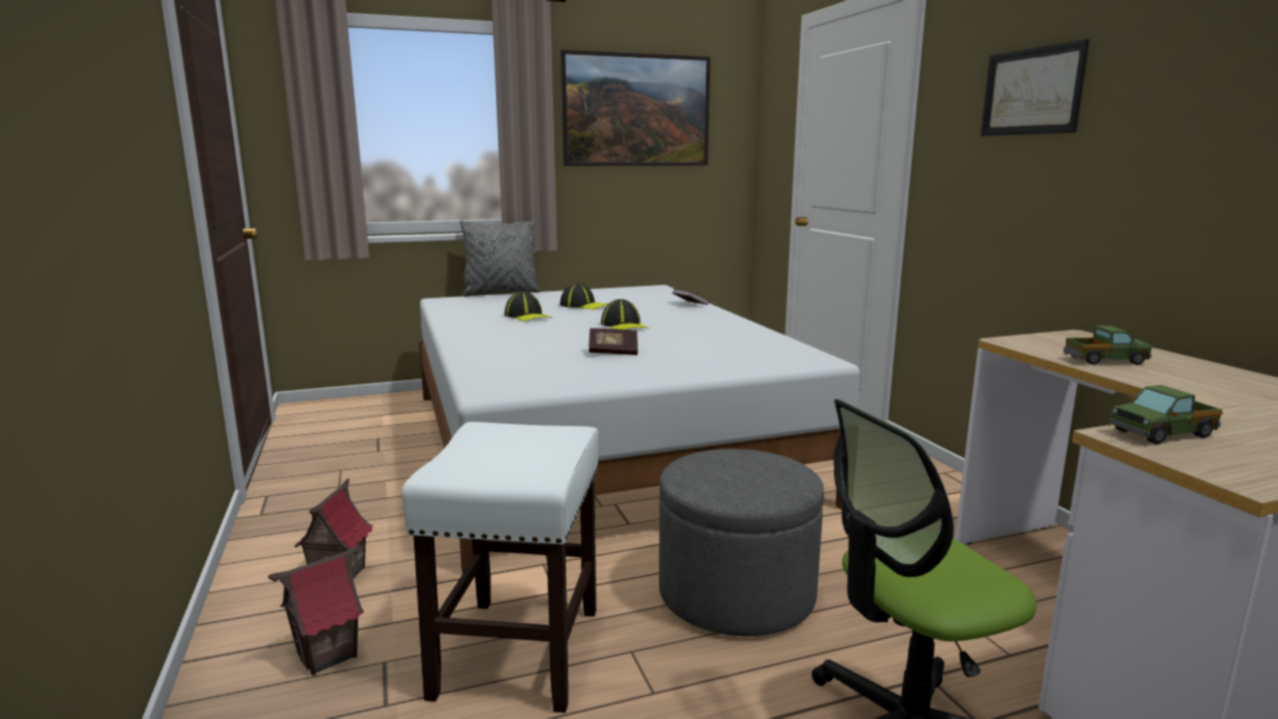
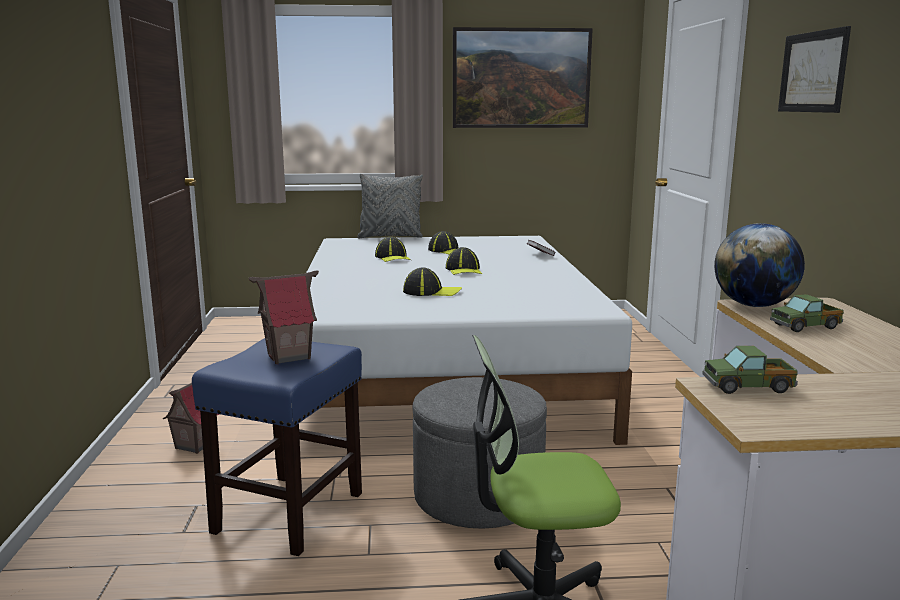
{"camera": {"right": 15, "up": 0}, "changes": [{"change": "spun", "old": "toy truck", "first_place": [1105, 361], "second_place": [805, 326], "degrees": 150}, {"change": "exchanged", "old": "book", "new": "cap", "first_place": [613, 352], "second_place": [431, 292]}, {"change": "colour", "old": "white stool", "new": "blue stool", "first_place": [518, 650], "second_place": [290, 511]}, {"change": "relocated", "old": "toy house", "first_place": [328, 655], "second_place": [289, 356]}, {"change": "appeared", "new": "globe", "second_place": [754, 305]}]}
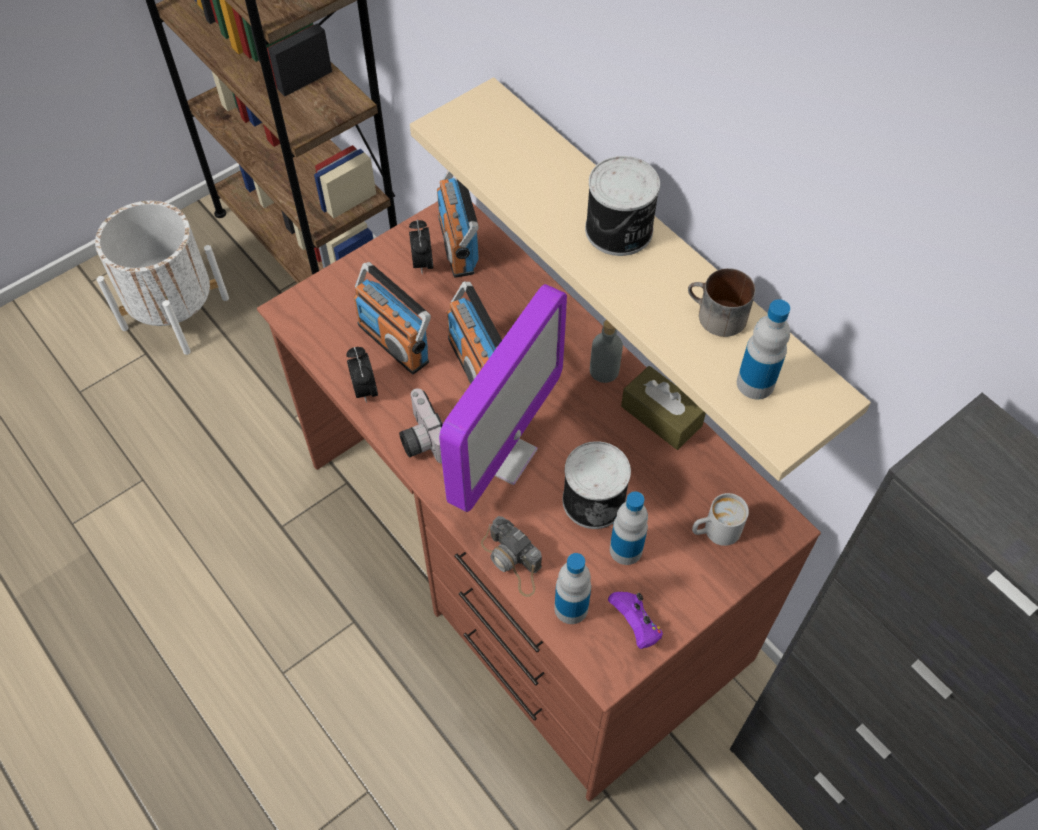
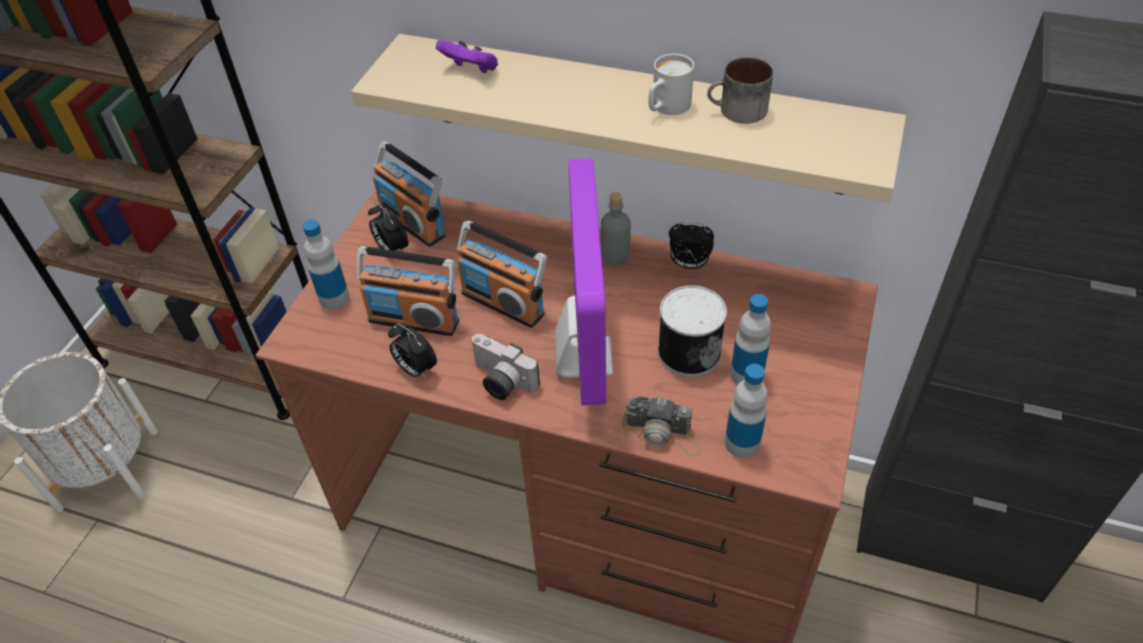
{"camera": {"right": -30, "up": -10}, "changes": [{"change": "missing", "old": "can", "first_place": [620, 231]}, {"change": "relocated", "old": "bottle", "first_place": [755, 383], "second_place": [334, 298]}, {"change": "exchanged", "old": "brown tissue box", "new": "alarm clock", "first_place": [661, 416], "second_place": [688, 265]}, {"change": "relocated", "old": "white mug", "first_place": [714, 531], "second_place": [666, 108]}, {"change": "relocated", "old": "purple game controller", "first_place": [635, 625], "second_place": [471, 70]}]}
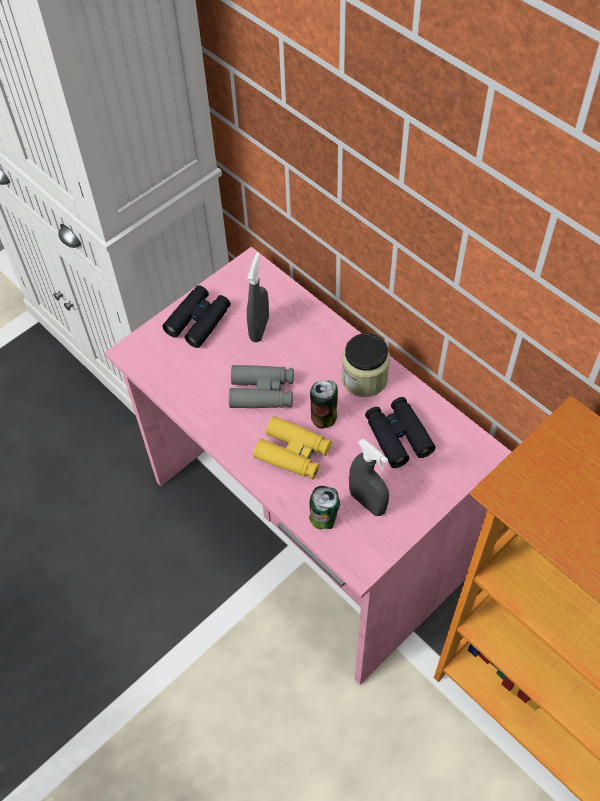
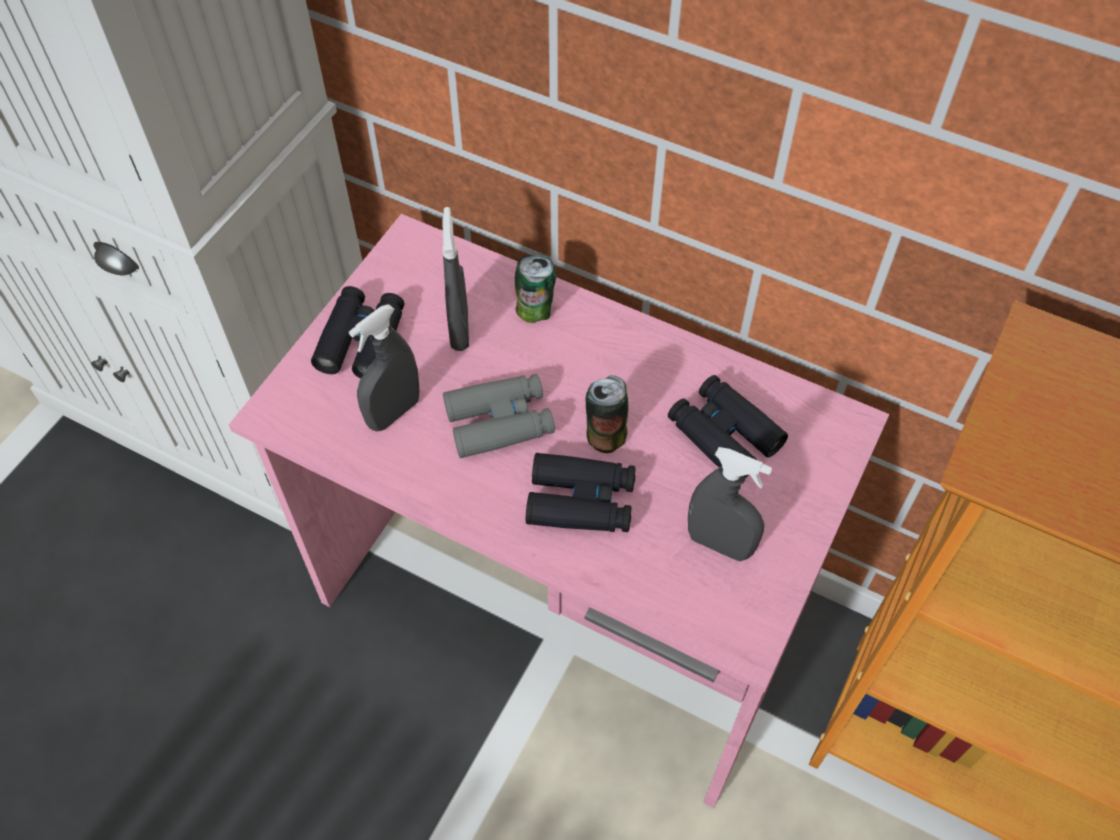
{"camera": {"right": -20, "up": 0}, "changes": [{"change": "missing", "old": "jar", "first_place": [364, 378]}, {"change": "colour", "old": "yellow binoculars", "new": "black binoculars", "first_place": [293, 453], "second_place": [581, 501]}, {"change": "relocated", "old": "can", "first_place": [323, 520], "second_place": [535, 312]}, {"change": "appeared", "new": "grey spray bottle", "second_place": [394, 413]}]}
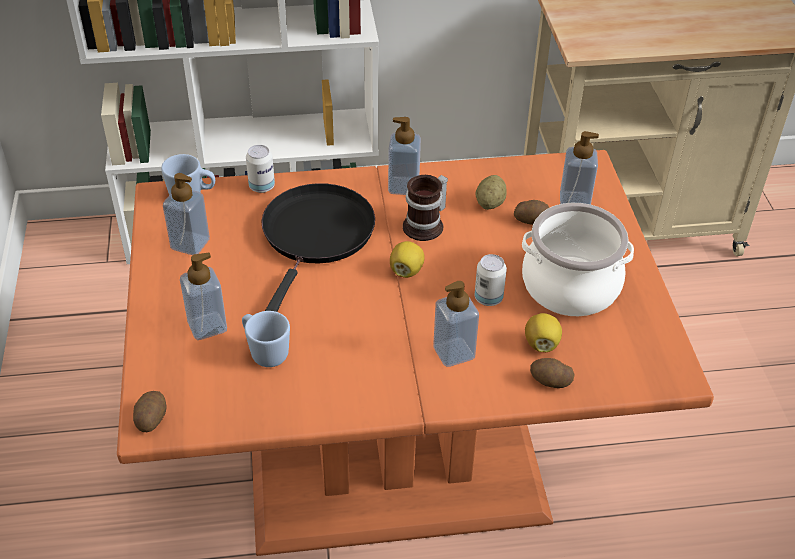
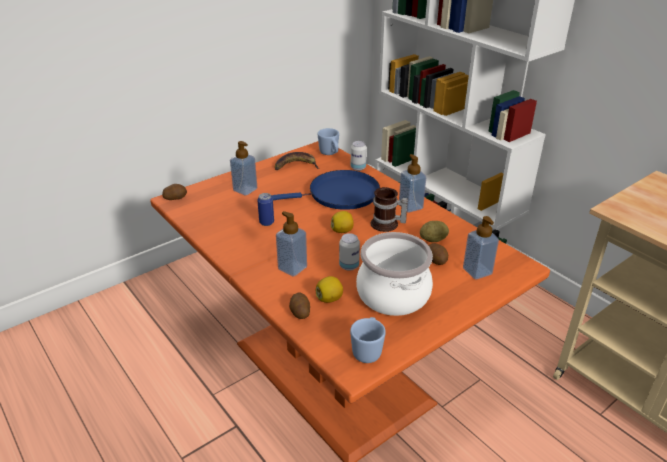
{"camera": {"right": 60, "up": -10}, "changes": [{"change": "exchanged", "old": "soap dispenser", "new": "banana", "first_place": [190, 244], "second_place": [296, 165]}, {"change": "colour", "old": "black frying pan", "new": "blue frying pan", "first_place": [316, 236], "second_place": [339, 195]}, {"change": "relocated", "old": "blue mug", "first_place": [265, 352], "second_place": [368, 350]}, {"change": "appeared", "new": "can", "second_place": [266, 222]}]}
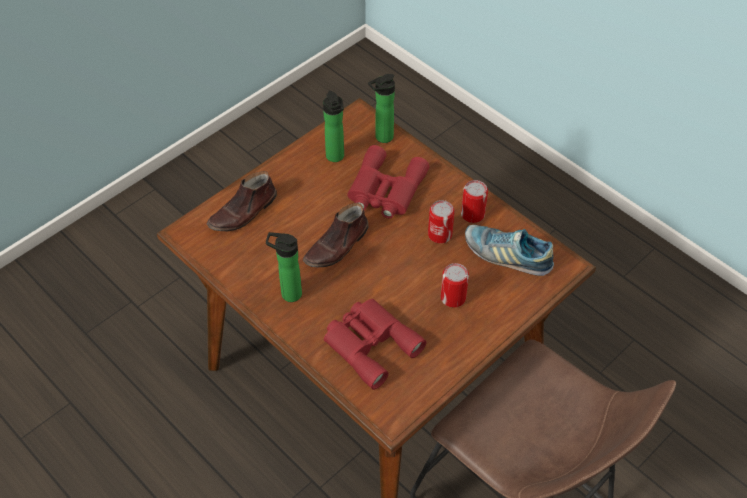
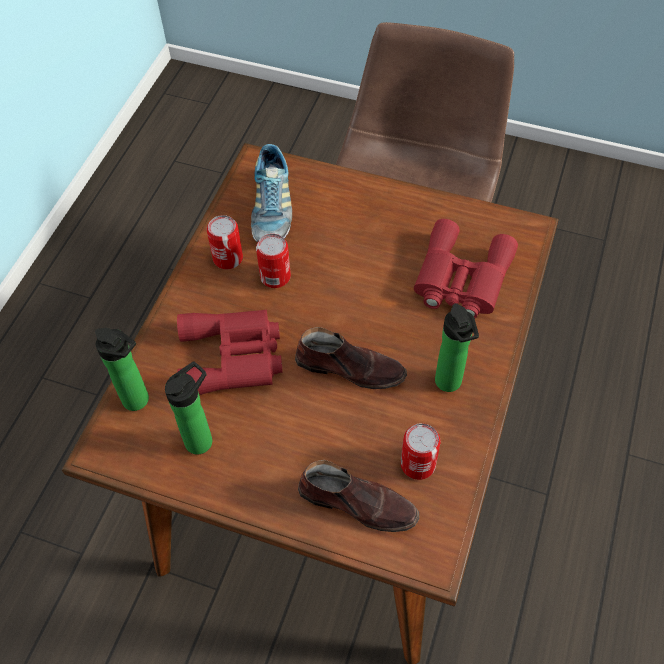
{"camera": {"right": -115, "up": 5}, "changes": [{"change": "relocated", "old": "can", "first_place": [453, 297], "second_place": [418, 464]}]}
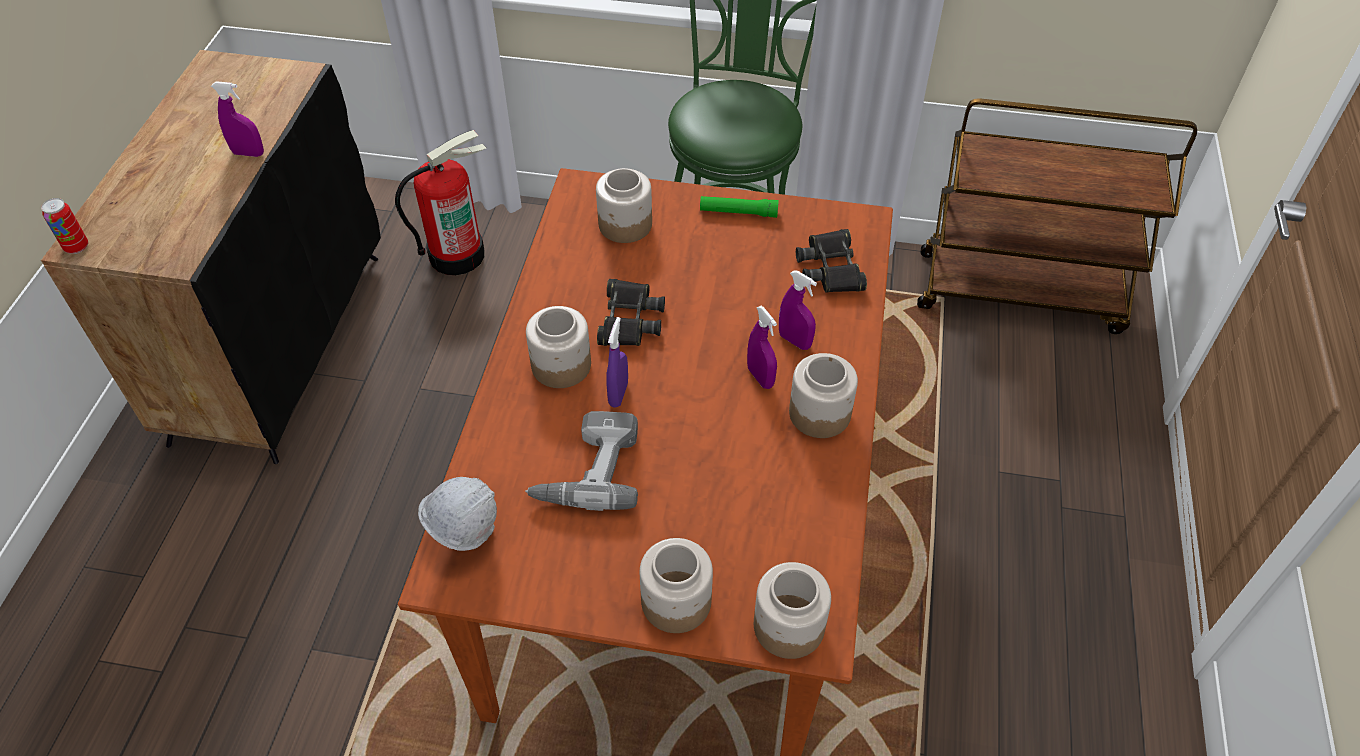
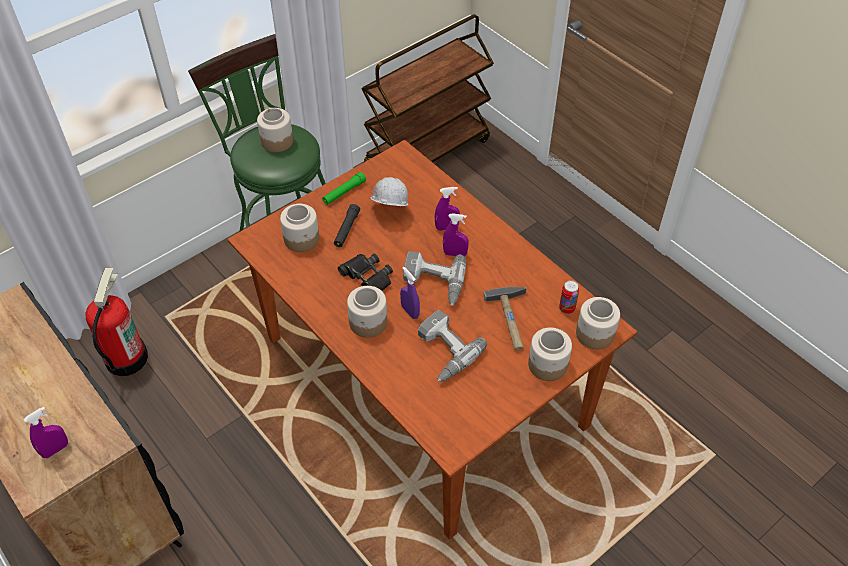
{"camera": {"right": -50, "up": 0}, "changes": [{"change": "relocated", "old": "purple spray bottle", "first_place": [248, 153], "second_place": [55, 450]}, {"change": "relocated", "old": "can", "first_place": [76, 247], "second_place": [566, 309]}, {"change": "missing", "old": "black binoculars", "first_place": [831, 268]}, {"change": "relocated", "old": "jar", "first_place": [819, 413], "second_place": [277, 141]}, {"change": "relocated", "old": "white hard hat", "first_place": [464, 535], "second_place": [388, 212]}, {"change": "appeared", "new": "black flashlight", "second_place": [346, 229]}, {"change": "appeared", "new": "power drill", "second_place": [433, 283]}, {"change": "appeared", "new": "hammer", "second_place": [512, 320]}]}
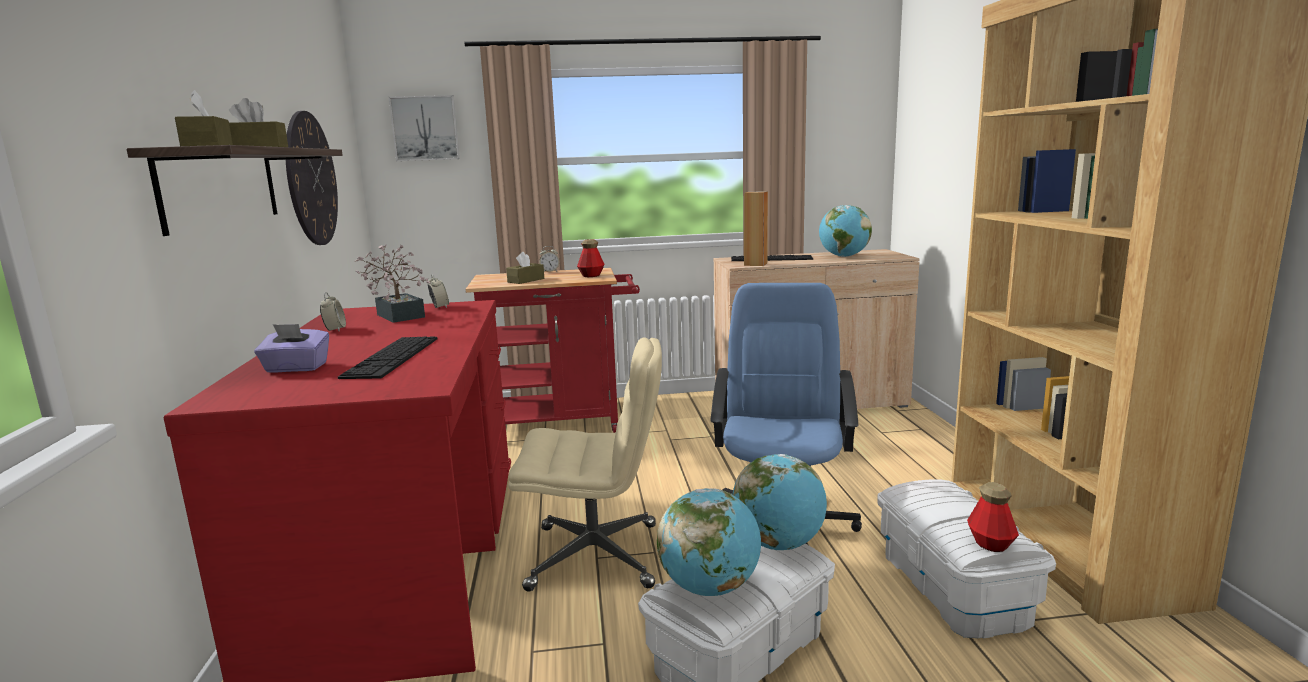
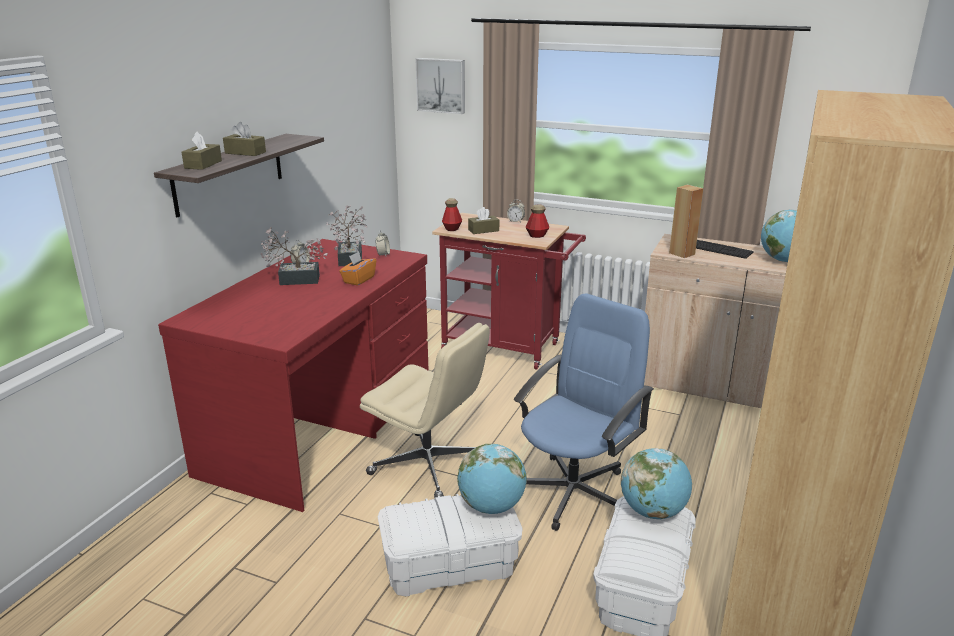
{"camera": {"right": 30, "up": 10}, "changes": [{"change": "missing", "old": "wall clock", "first_place": [311, 179]}, {"change": "missing", "old": "purple tissue box", "first_place": [296, 368]}, {"change": "missing", "old": "keyboard", "first_place": [392, 357]}, {"change": "relocated", "old": "bottle", "first_place": [990, 544], "second_place": [452, 229]}, {"change": "relocated", "old": "globe", "first_place": [710, 587], "second_place": [653, 512]}, {"change": "appeared", "new": "potted plant", "second_place": [294, 279]}, {"change": "appeared", "new": "orange tissue box", "second_place": [358, 280]}]}
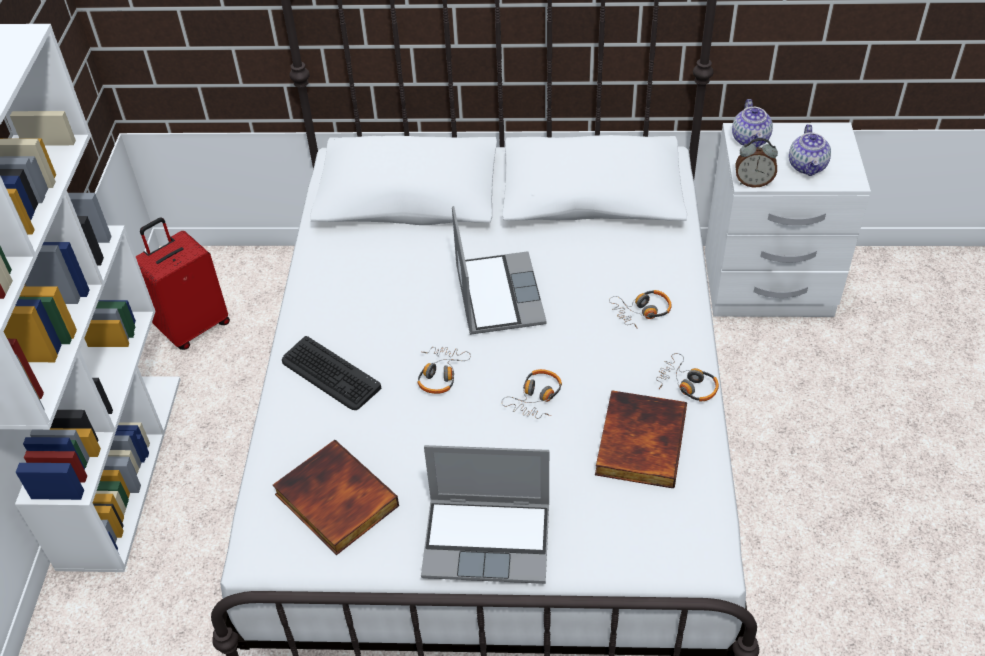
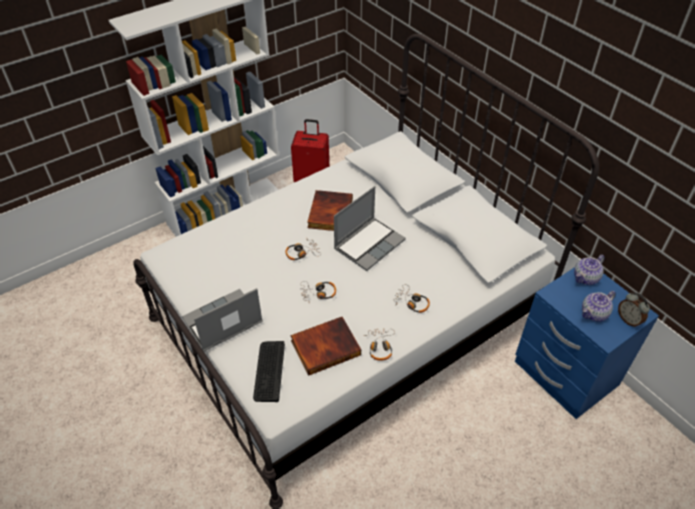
{"camera": {"right": 50, "up": 0}, "changes": [{"change": "colour", "old": "white nightstand", "new": "blue nightstand", "first_place": [767, 285], "second_place": [564, 374]}, {"change": "relocated", "old": "alarm clock", "first_place": [753, 182], "second_place": [628, 320]}, {"change": "relocated", "old": "keyboard", "first_place": [330, 374], "second_place": [269, 371]}, {"change": "relocated", "old": "book", "first_place": [334, 501], "second_place": [329, 213]}, {"change": "spun", "old": "laptop", "first_place": [489, 540], "second_place": [222, 322], "degrees": 90}]}
